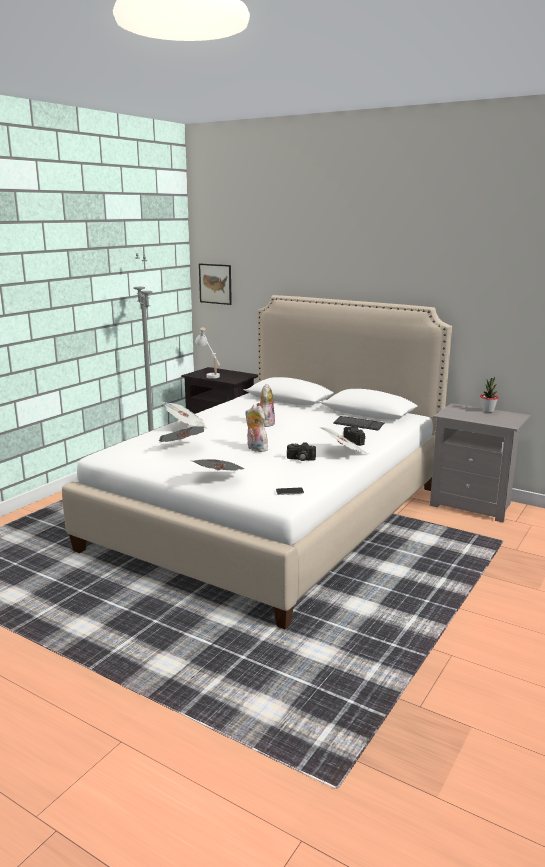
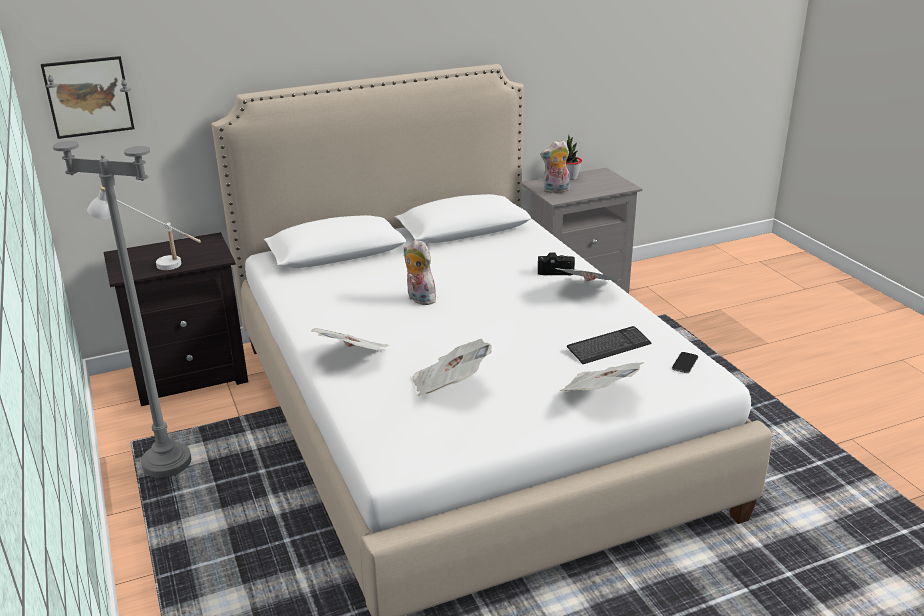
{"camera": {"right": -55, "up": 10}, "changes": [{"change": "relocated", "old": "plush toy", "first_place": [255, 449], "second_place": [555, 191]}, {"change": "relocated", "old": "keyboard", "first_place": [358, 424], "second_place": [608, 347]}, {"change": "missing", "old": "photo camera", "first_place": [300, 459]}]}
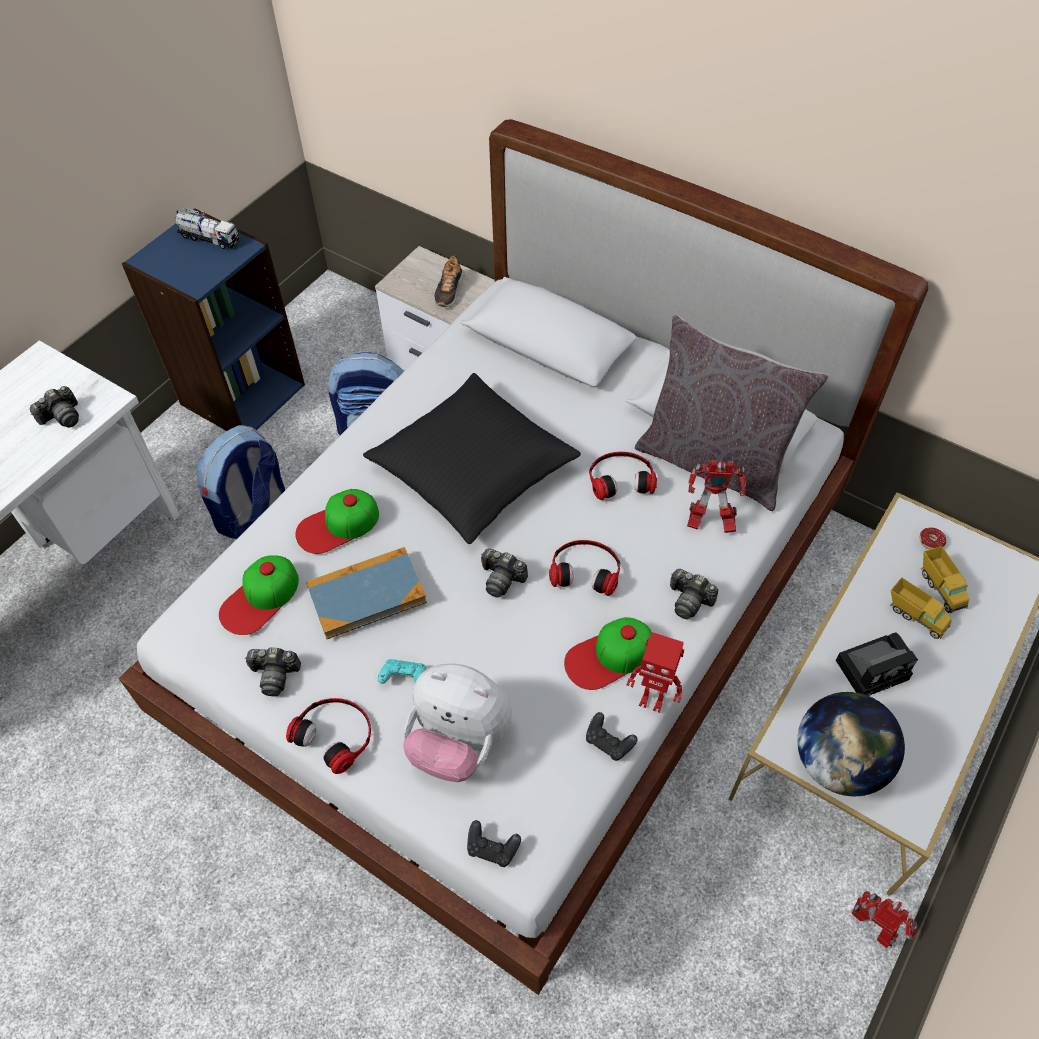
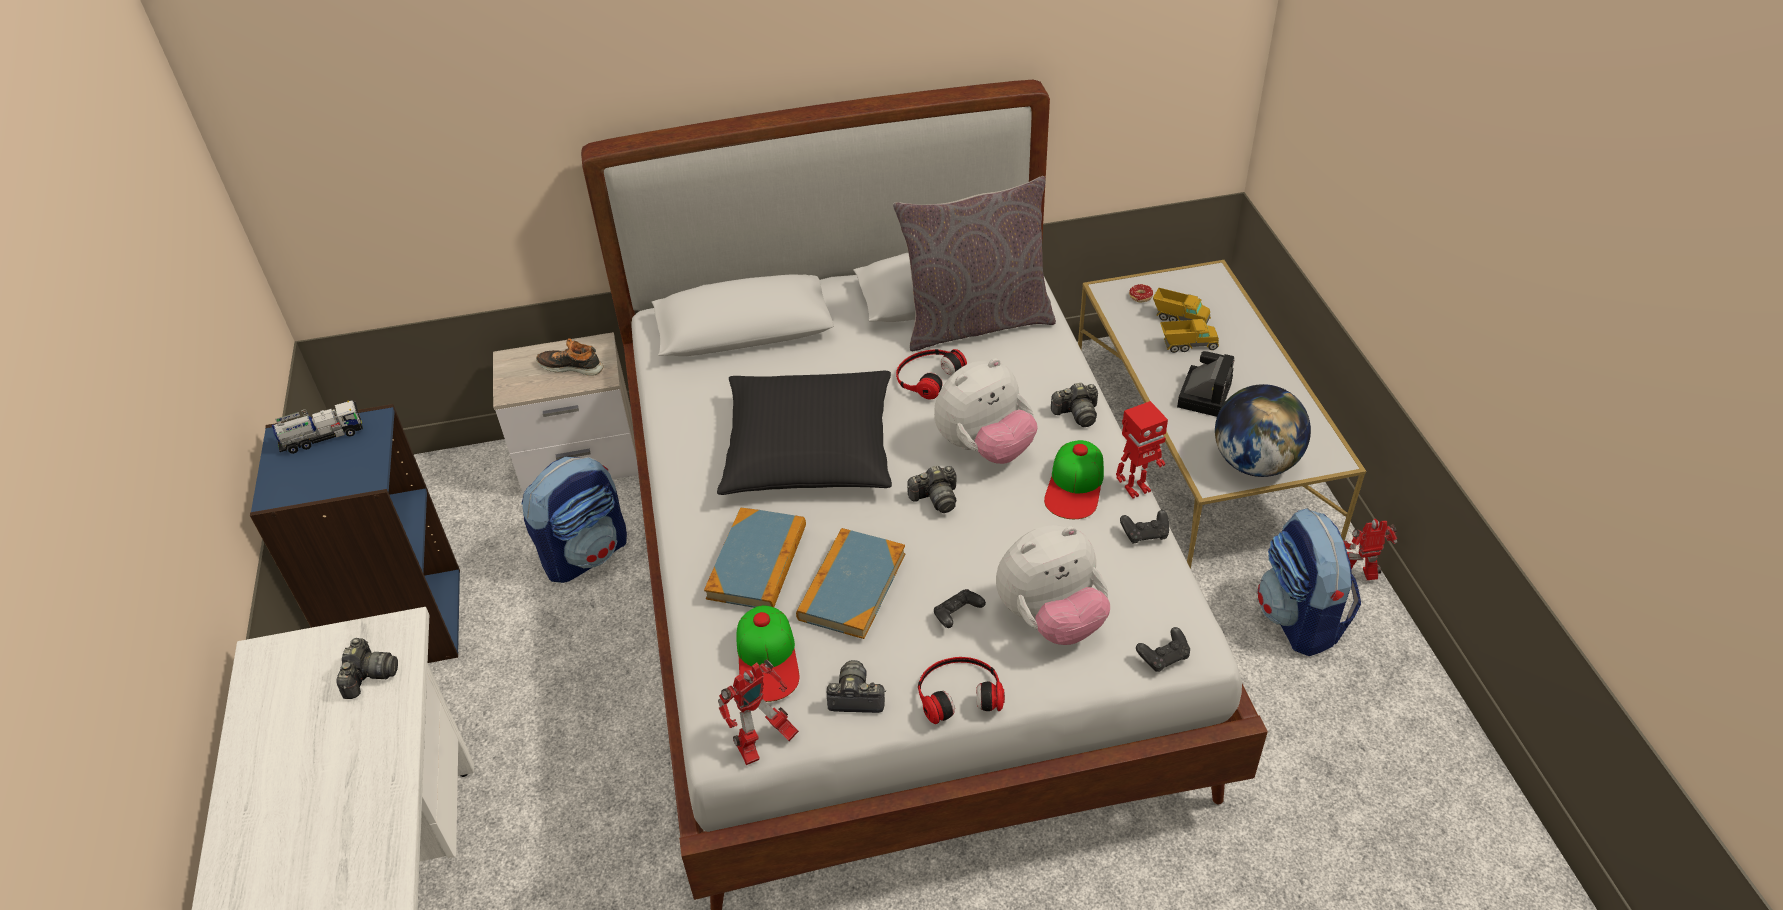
{"camera": {"right": -45, "up": -10}, "changes": [{"change": "spun", "old": "shoe", "first_place": [449, 290], "second_place": [572, 366], "degrees": 135}, {"change": "relocated", "old": "backpack", "first_place": [252, 512], "second_place": [1299, 619]}, {"change": "relocated", "old": "toy robot", "first_place": [708, 523], "second_place": [763, 744]}, {"change": "exchanged", "old": "cap", "new": "book", "first_place": [338, 525], "second_place": [757, 562]}, {"change": "exchanged", "old": "headphones", "new": "plush toy", "first_place": [585, 569], "second_place": [984, 448]}, {"change": "spun", "old": "photo camera", "first_place": [275, 675], "second_place": [855, 697], "degrees": -135}, {"change": "colour", "old": "turquoise game controller", "new": "black game controller", "first_place": [404, 678], "second_place": [957, 615]}]}
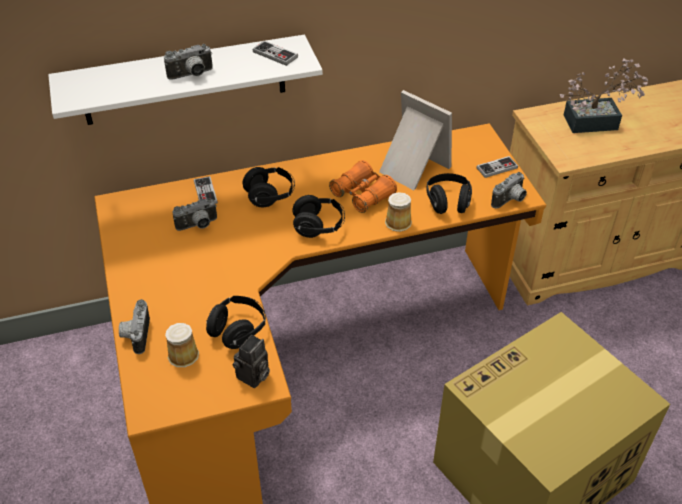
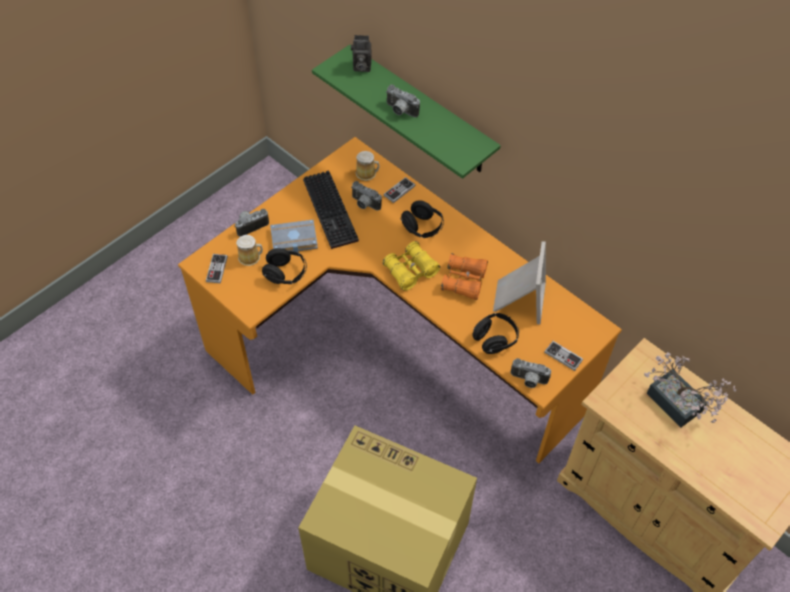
{"camera": {"right": 60, "up": 10}, "changes": [{"change": "colour", "old": "white shelf", "new": "green shelf", "first_place": [184, 80], "second_place": [421, 111]}, {"change": "relocated", "old": "game controller", "first_place": [275, 54], "second_place": [217, 269]}, {"change": "relocated", "old": "mug", "first_place": [399, 221], "second_place": [367, 173]}, {"change": "exchanged", "old": "black headphones", "new": "yellow binoculars", "first_place": [319, 226], "second_place": [410, 271]}, {"change": "relocated", "old": "photo camera", "first_place": [253, 377], "second_place": [361, 67]}, {"change": "appeared", "new": "keyboard", "second_place": [332, 211]}, {"change": "appeared", "new": "grey book", "second_place": [293, 240]}]}
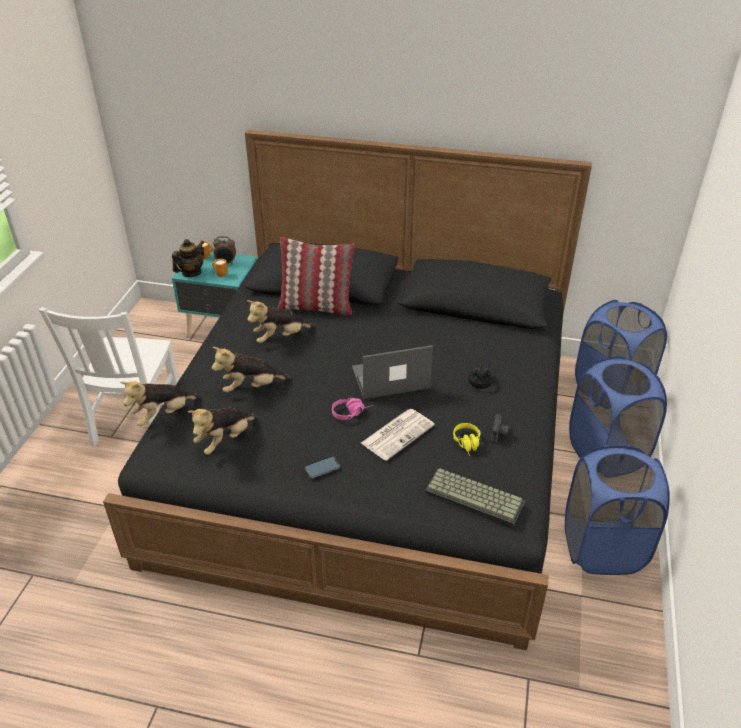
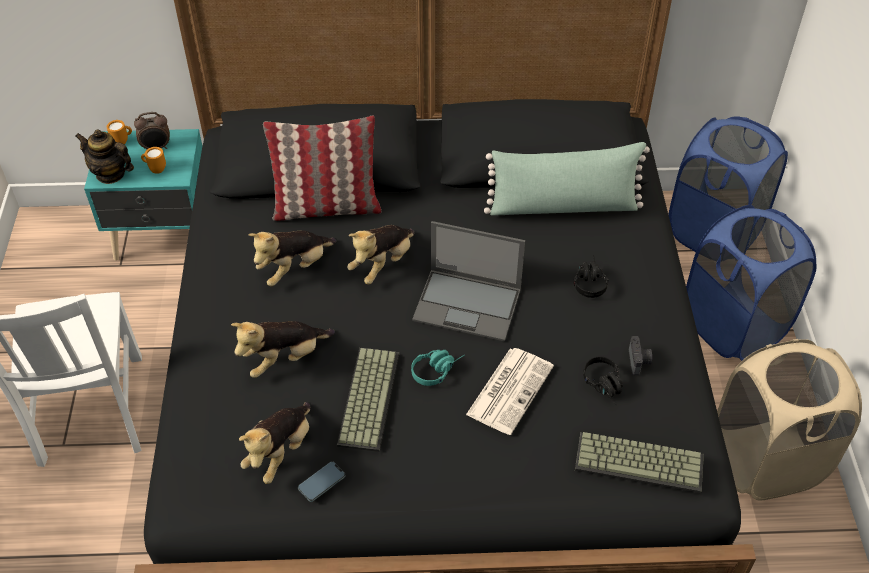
{"camera": {"right": -15, "up": 10}, "changes": [{"change": "spun", "old": "teapot", "first_place": [191, 273], "second_place": [110, 174], "degrees": -90}, {"change": "spun", "old": "laptop", "first_place": [389, 378], "second_place": [468, 304], "degrees": -135}, {"change": "relocated", "old": "plush toy", "first_place": [163, 415], "second_place": [382, 264]}, {"change": "colour", "old": "pink headphones", "new": "turquoise headphones", "first_place": [351, 412], "second_place": [437, 369]}, {"change": "colour", "old": "yellow headphones", "new": "black headphones", "first_place": [468, 445], "second_place": [606, 386]}, {"change": "colour", "old": "blue laundry basket", "new": "beige laundry basket", "first_place": [602, 548], "second_place": [766, 461]}, {"change": "relocated", "old": "phone", "first_place": [322, 469], "second_place": [321, 483]}, {"change": "appeared", "new": "green pillow", "second_place": [563, 206]}, {"change": "appeared", "new": "keyboard", "second_place": [367, 397]}]}
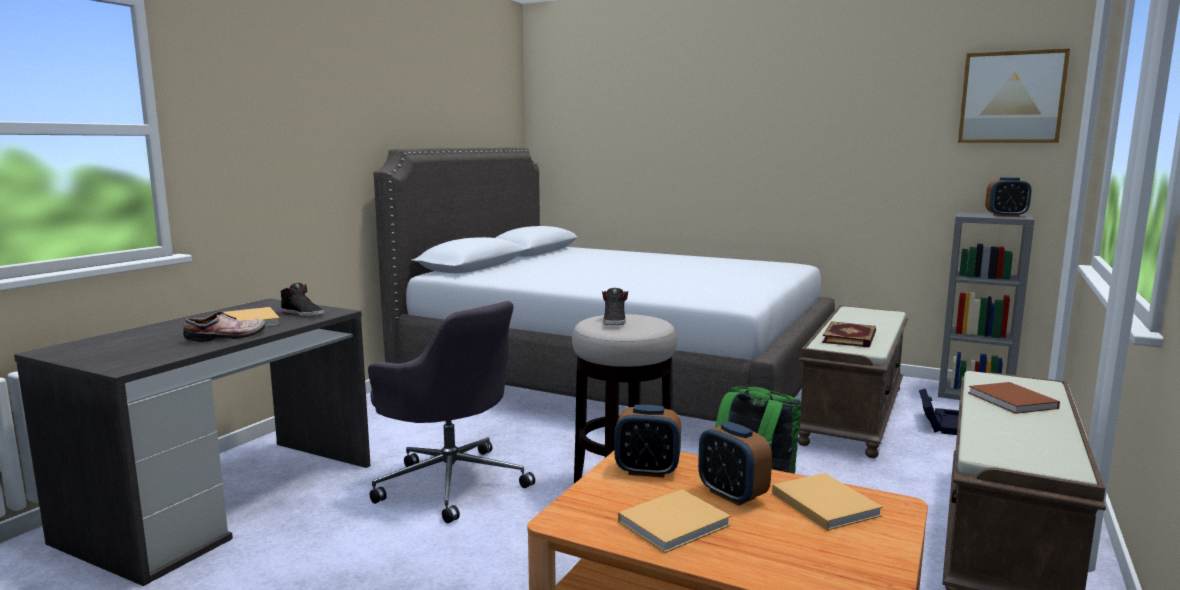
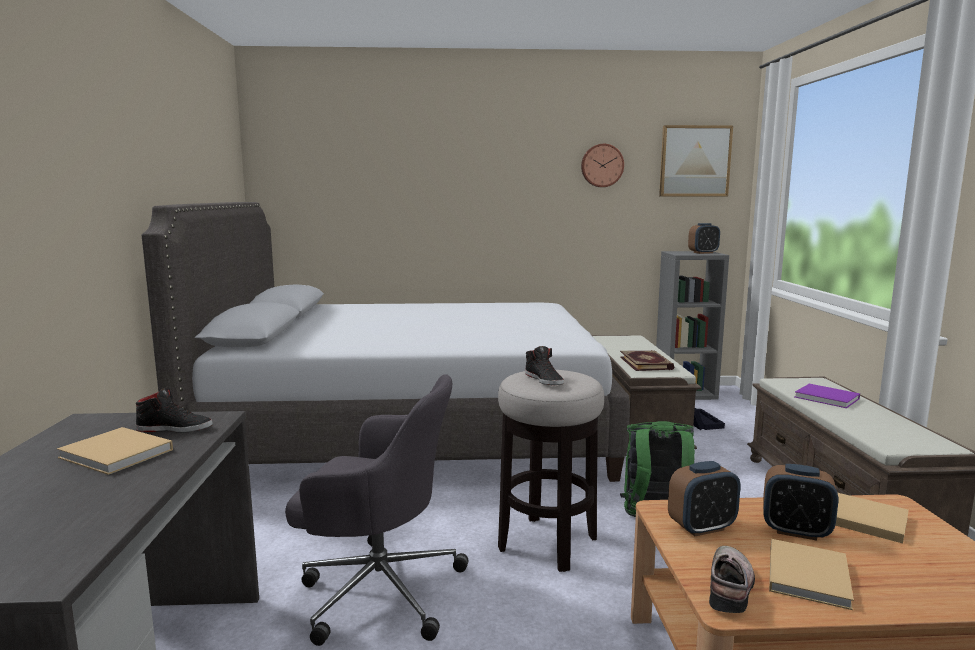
{"camera": {"right": -30, "up": 0}, "changes": [{"change": "relocated", "old": "shoe", "first_place": [227, 337], "second_place": [732, 587]}, {"change": "colour", "old": "brown book", "new": "purple book", "first_place": [1013, 401], "second_place": [828, 398]}, {"change": "appeared", "new": "wall clock", "second_place": [602, 165]}]}
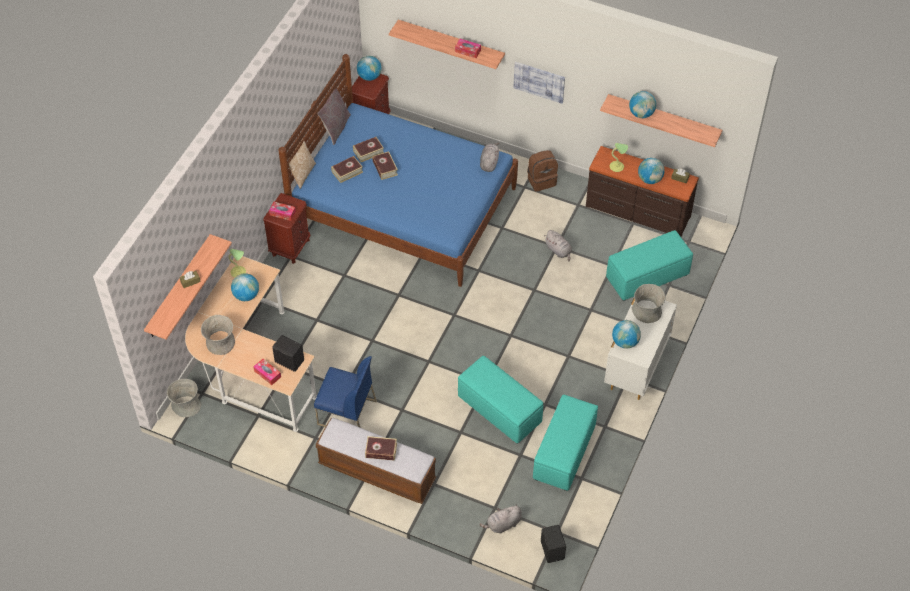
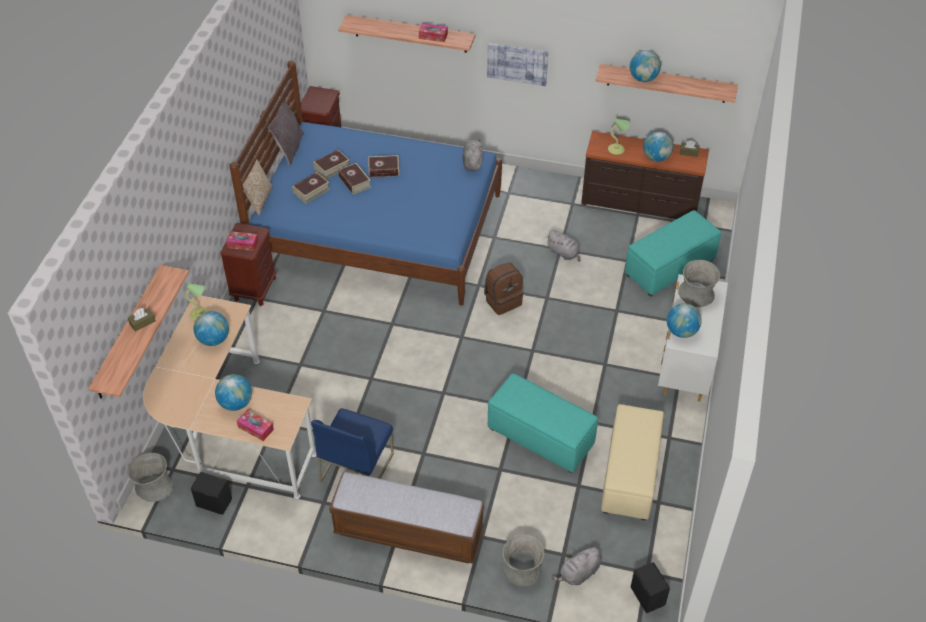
{"camera": {"right": -10, "up": -5}, "changes": [{"change": "relocated", "old": "globe", "first_place": [369, 77], "second_place": [236, 403]}, {"change": "relocated", "old": "brown backpack", "first_place": [541, 180], "second_place": [503, 301]}, {"change": "relocated", "old": "grey vase", "first_place": [220, 343], "second_place": [521, 569]}, {"change": "relocated", "old": "black speaker", "first_place": [289, 360], "second_place": [214, 502]}, {"change": "spun", "old": "blue chair", "first_place": [346, 413], "second_place": [356, 467], "degrees": 105}, {"change": "colour", "old": "turquoise ottoman", "new": "beige ottoman", "first_place": [564, 452], "second_place": [630, 474]}, {"change": "relocated", "old": "book", "first_place": [381, 450], "second_place": [384, 170]}]}
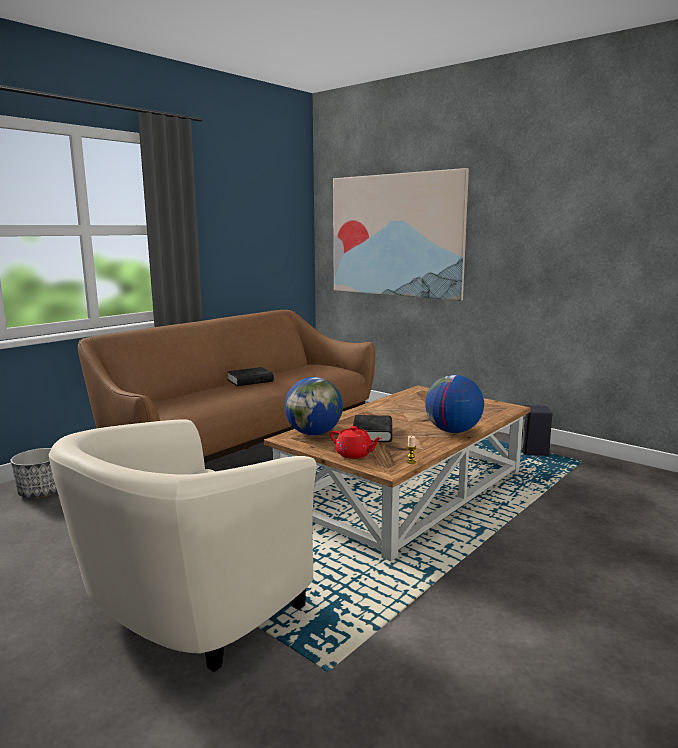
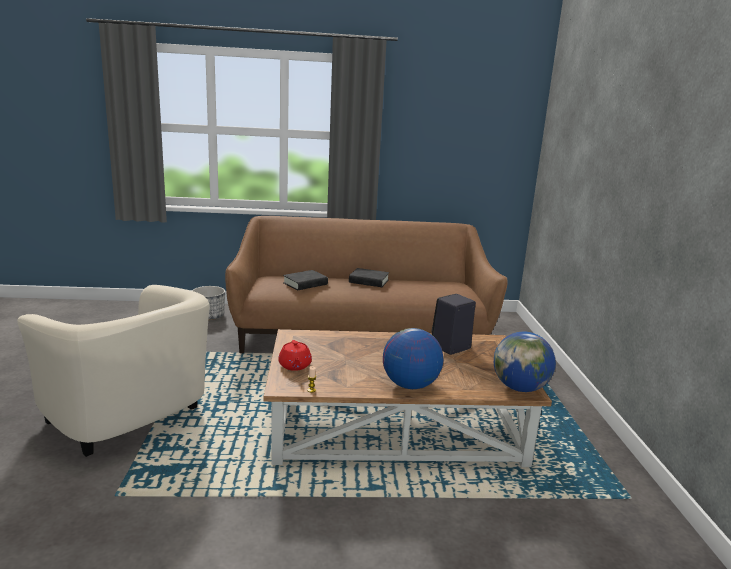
{"camera": {"right": 45, "up": 5}, "changes": [{"change": "missing", "old": "picture", "first_place": [396, 235]}, {"change": "relocated", "old": "globe", "first_place": [314, 433], "second_place": [520, 388]}, {"change": "relocated", "old": "black speaker", "first_place": [534, 452], "second_place": [450, 347]}, {"change": "relocated", "old": "black book", "first_place": [372, 433], "second_place": [305, 284]}, {"change": "spun", "old": "beige armchair", "first_place": [186, 614], "second_place": [131, 421], "degrees": -135}]}
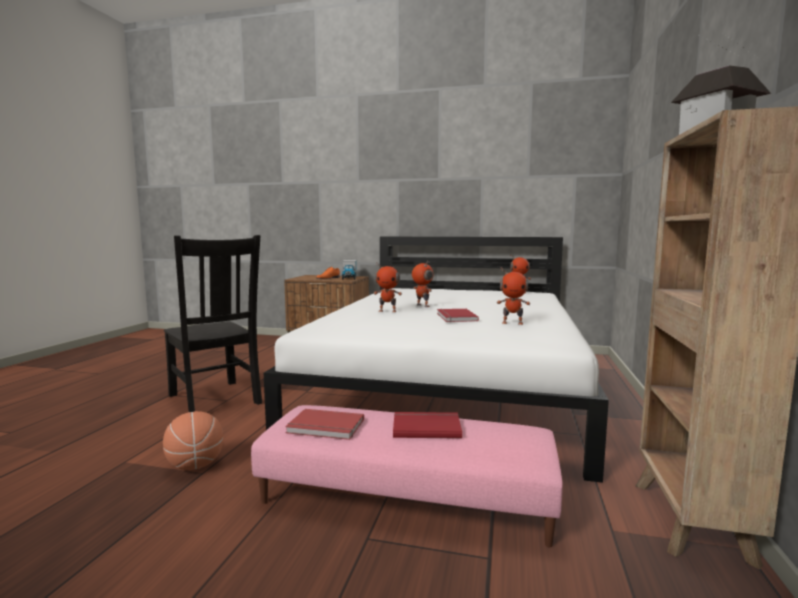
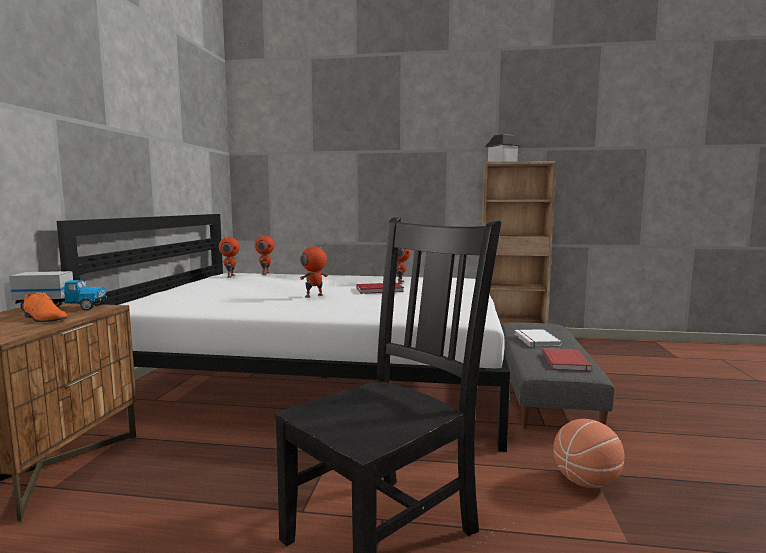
{"camera": {"right": -95, "up": 0}, "changes": [{"change": "relocated", "old": "toy robot", "first_place": [388, 311], "second_place": [265, 273]}, {"change": "colour", "old": "pink ottoman", "new": "grey ottoman", "first_place": [407, 494], "second_place": [543, 388]}, {"change": "colour", "old": "red book", "new": "white book", "first_place": [426, 427], "second_place": [535, 340]}]}
